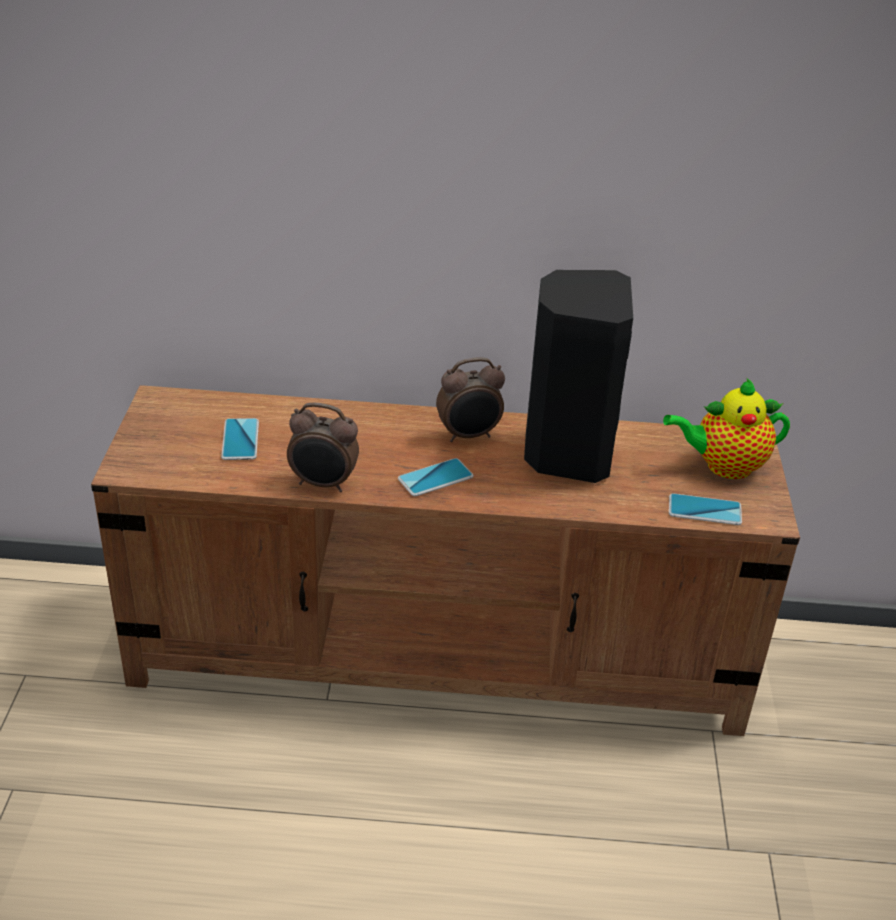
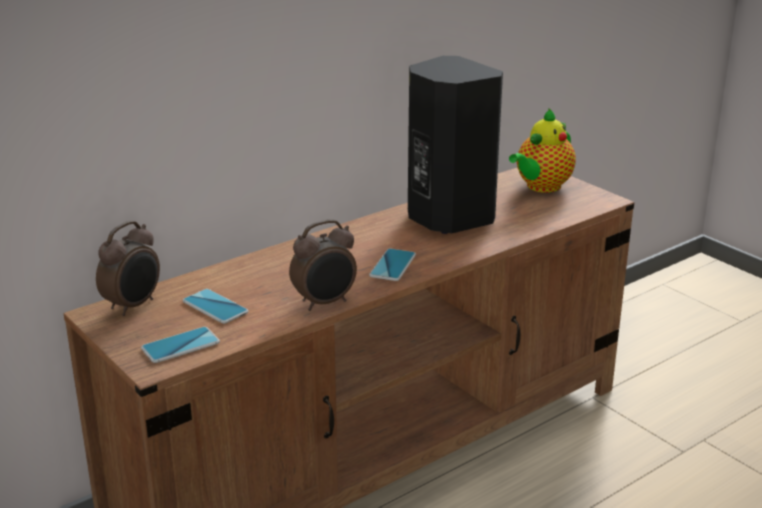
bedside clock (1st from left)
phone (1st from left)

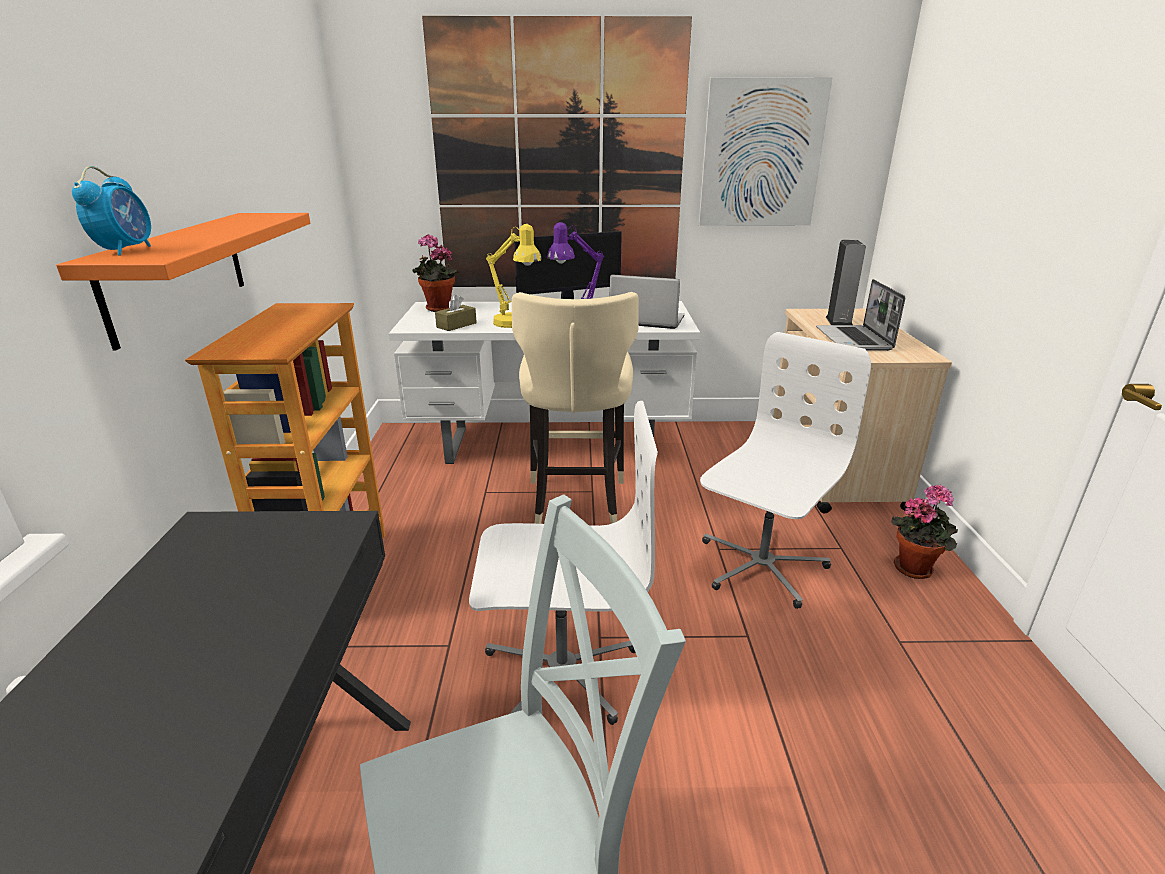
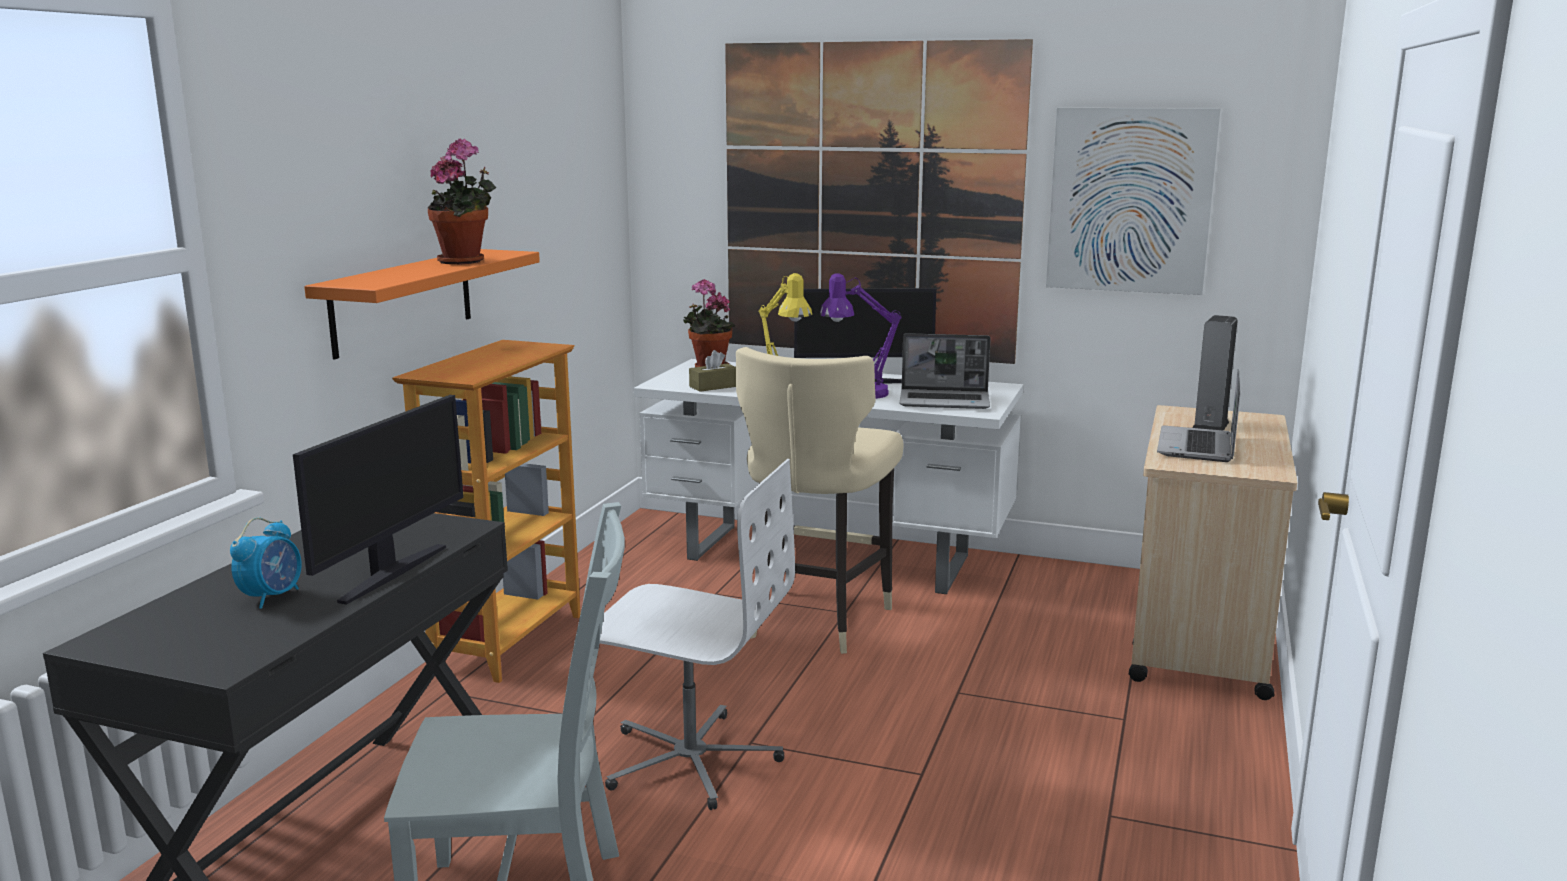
bedside clock
portable computer (1st from left)
office chair (white-coloured) (2nd from left in the first image)
potted plant (1st from left)
computer screen (1st from left)

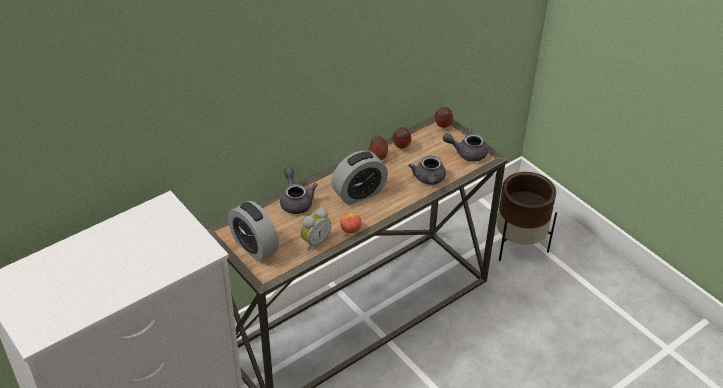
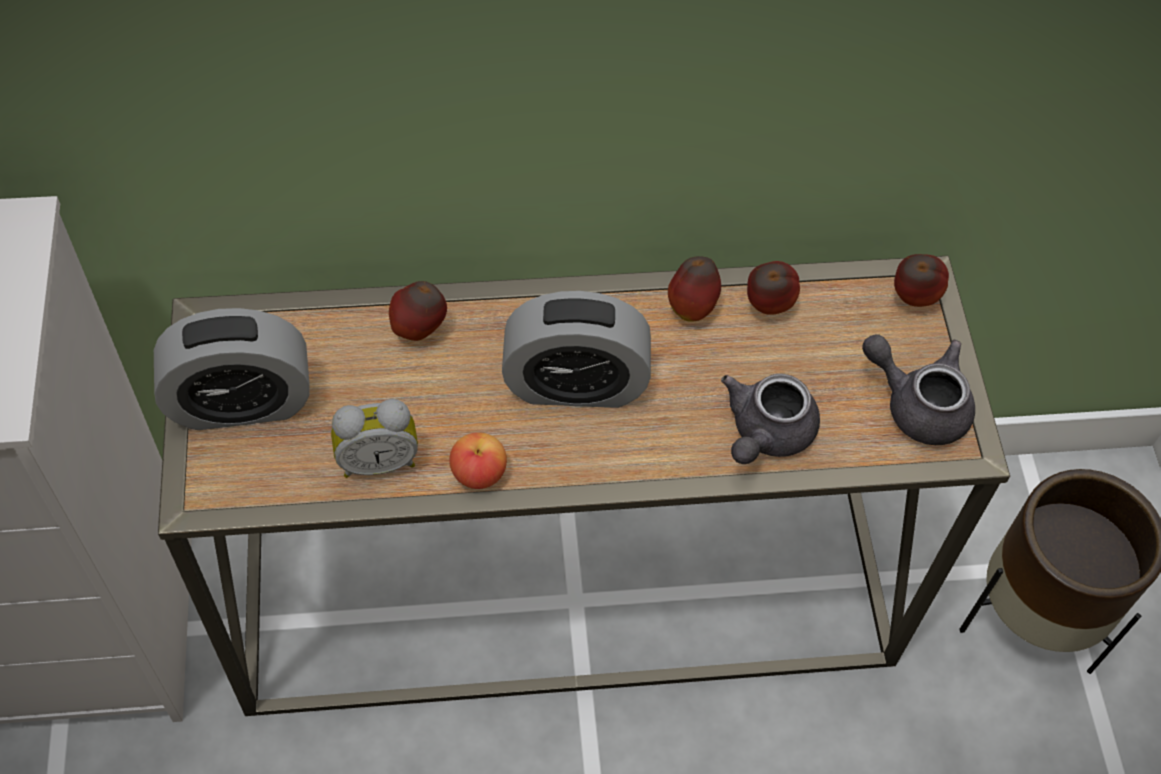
bedside clock (1st from left)
whole apple (1st from left)

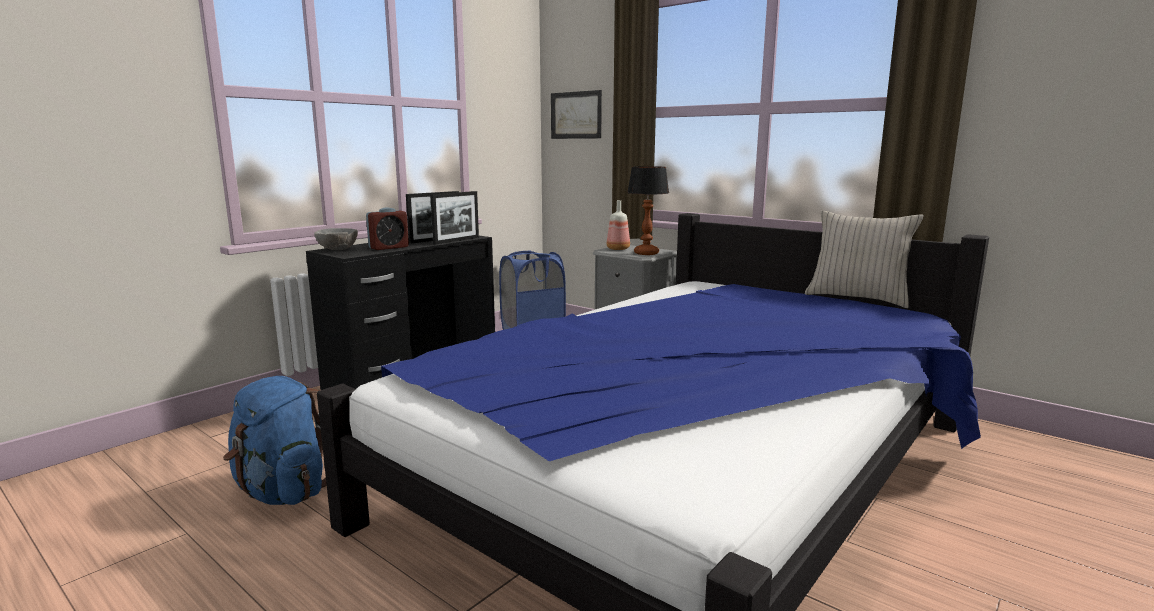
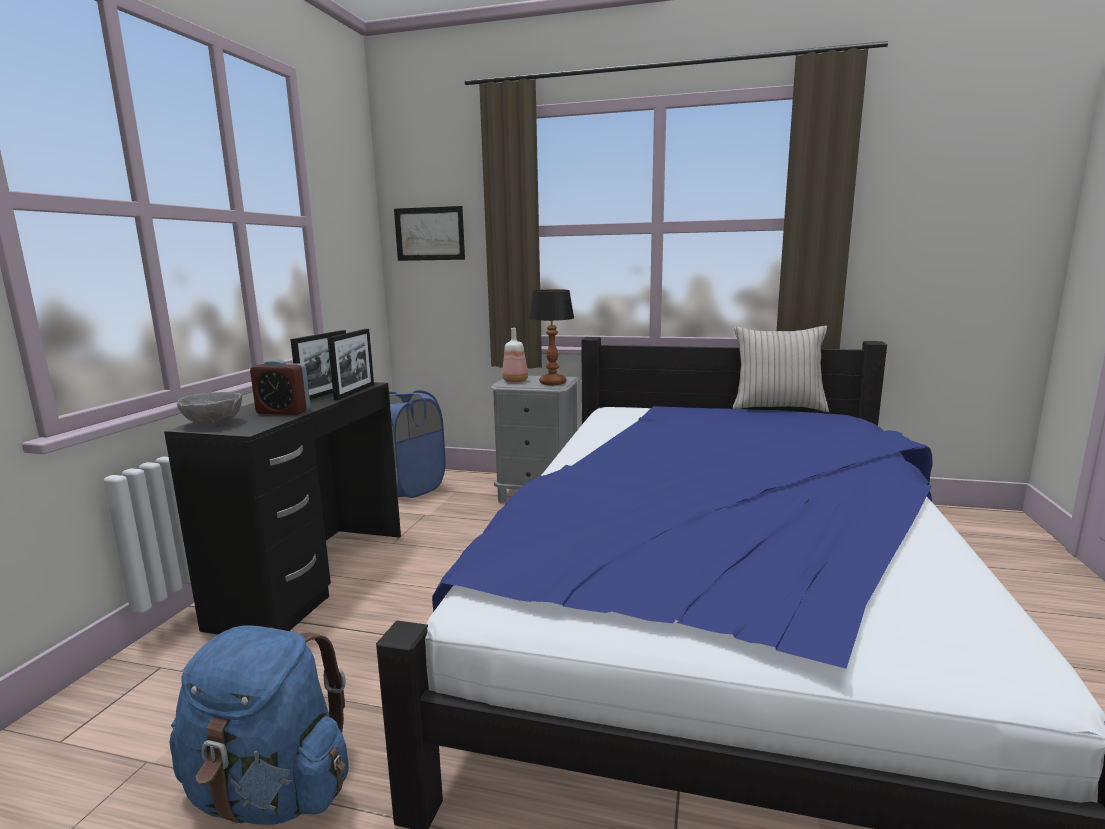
bedside clock

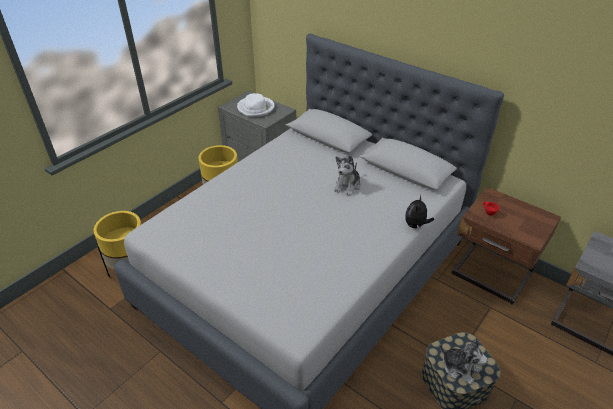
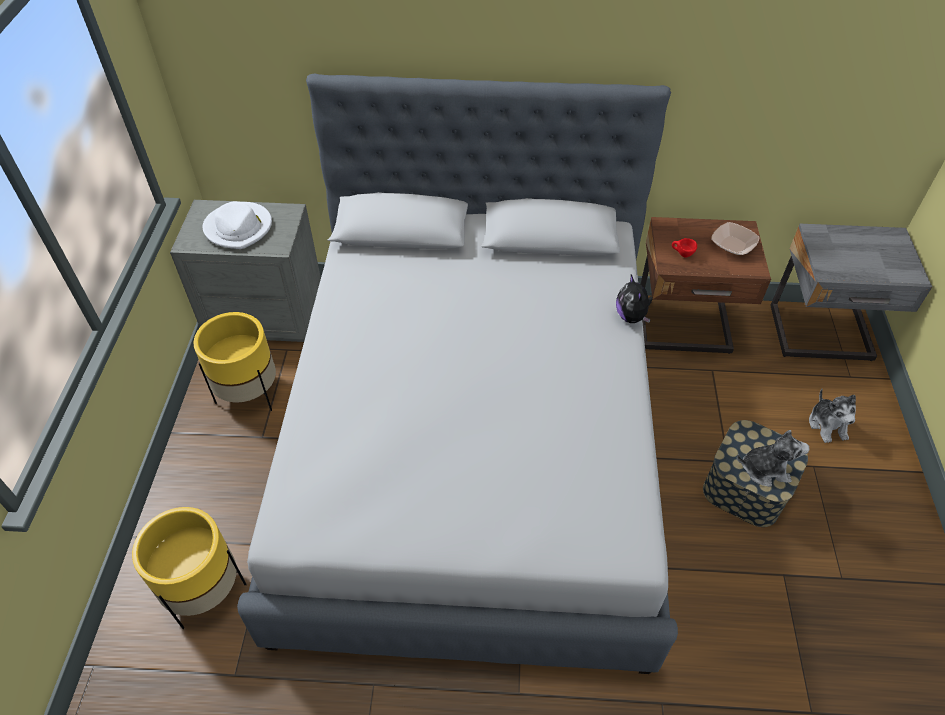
cuddly toy (3rd from left)
serving bowl

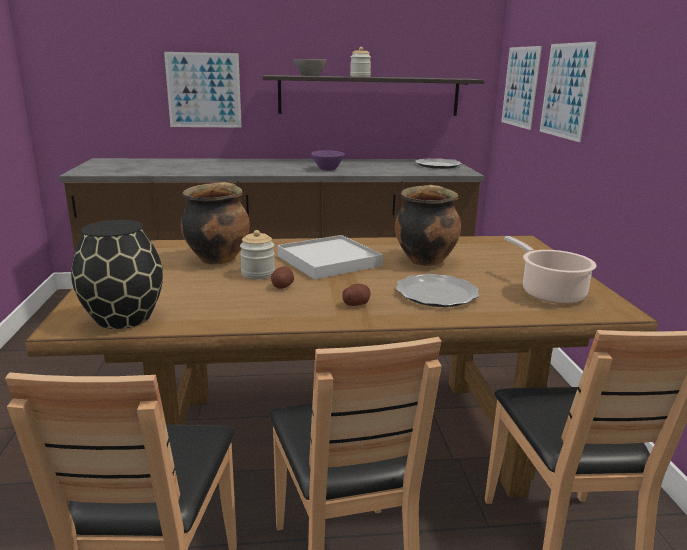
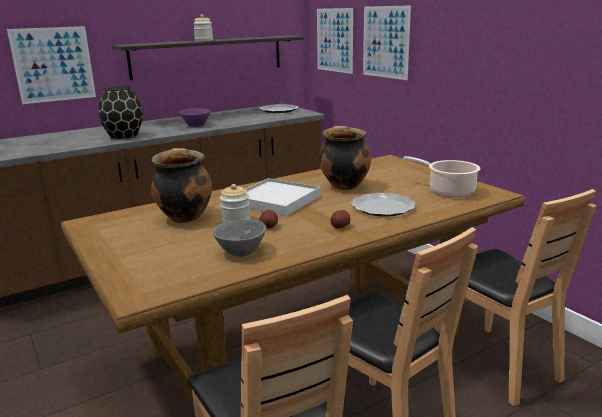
flower vase (black)
serving bowl (greyish)

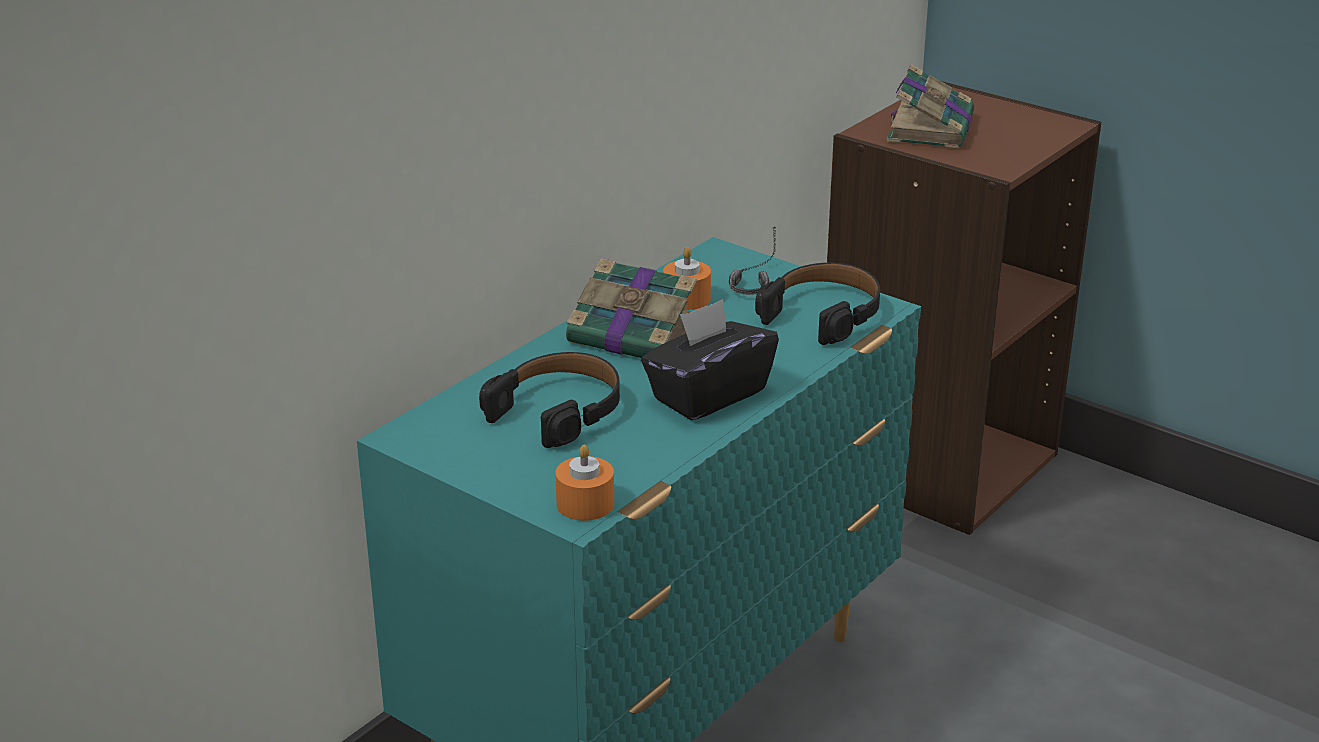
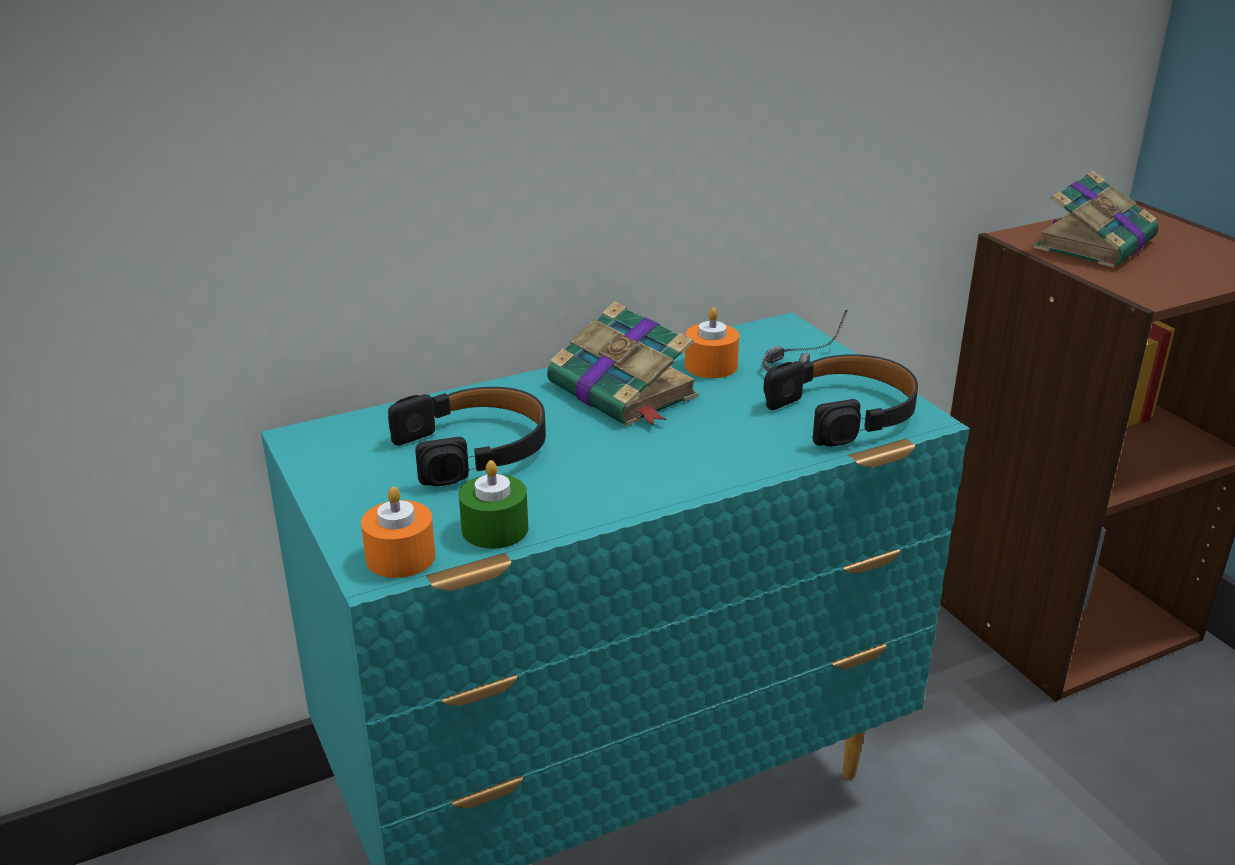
tissue box (black)
candle (greenish)

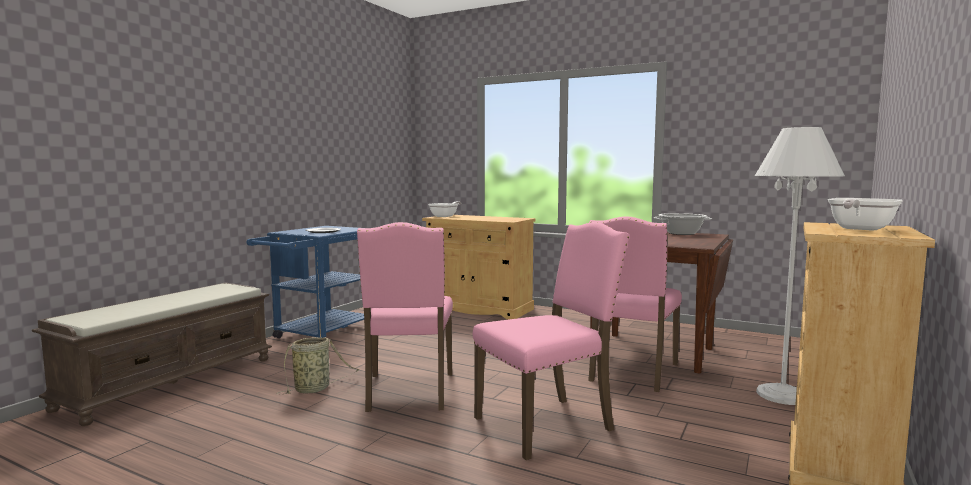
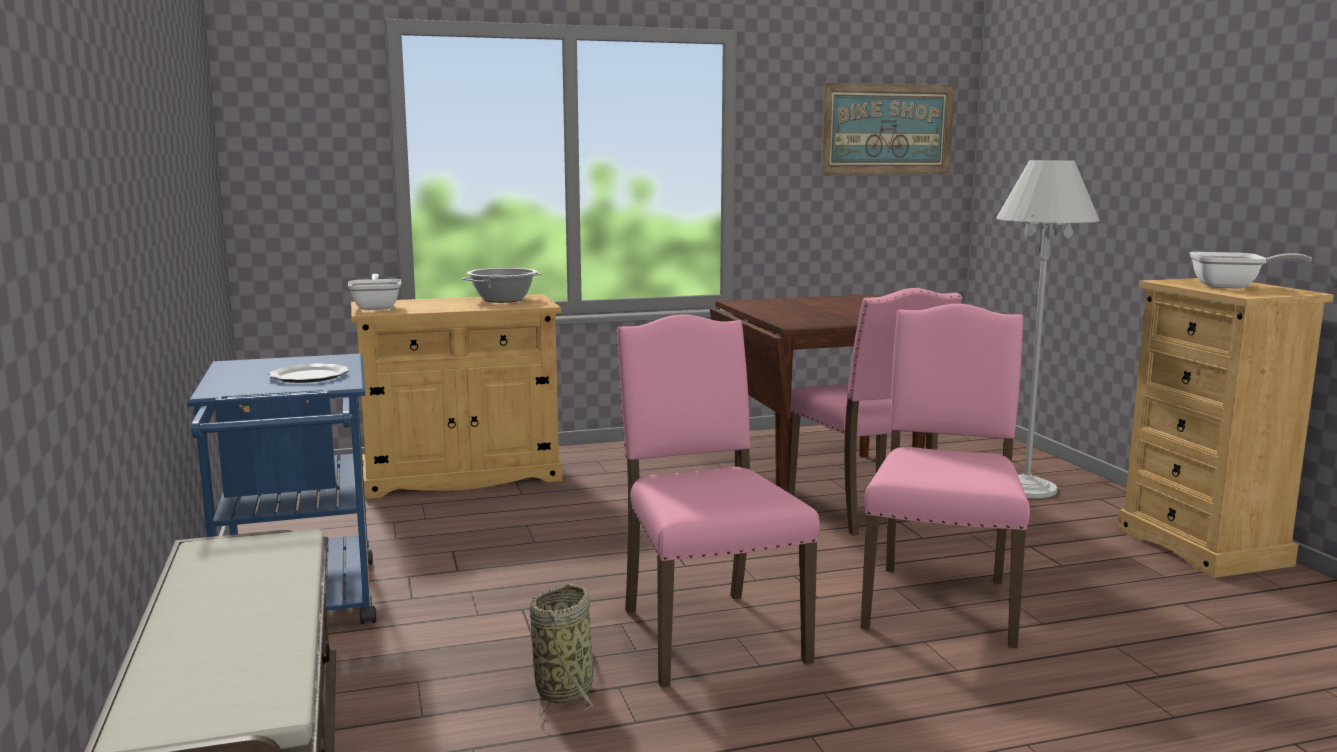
plain chair (pink-coloured) (1st from left)
saucepot
frying pan (2nd from left)
picture

